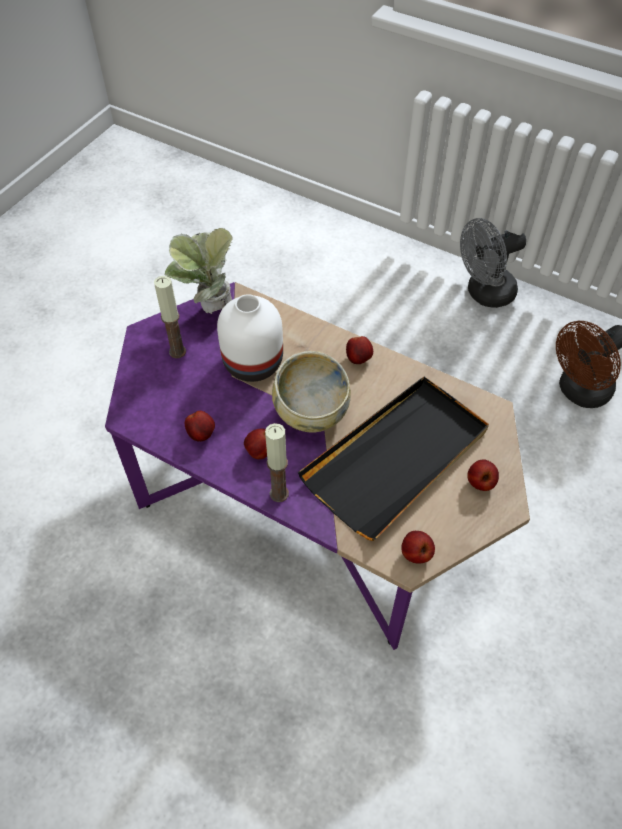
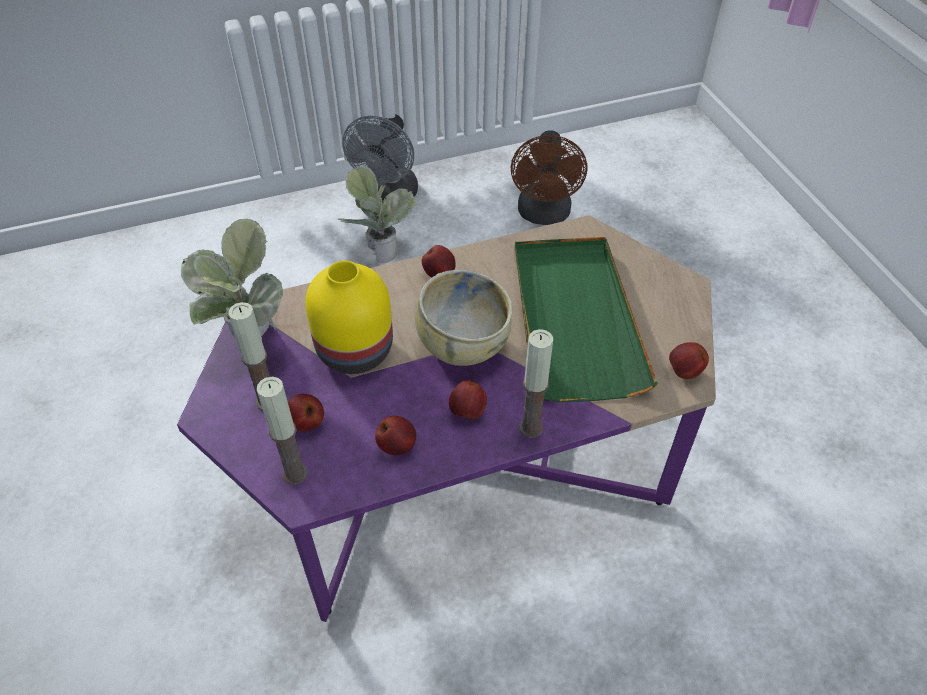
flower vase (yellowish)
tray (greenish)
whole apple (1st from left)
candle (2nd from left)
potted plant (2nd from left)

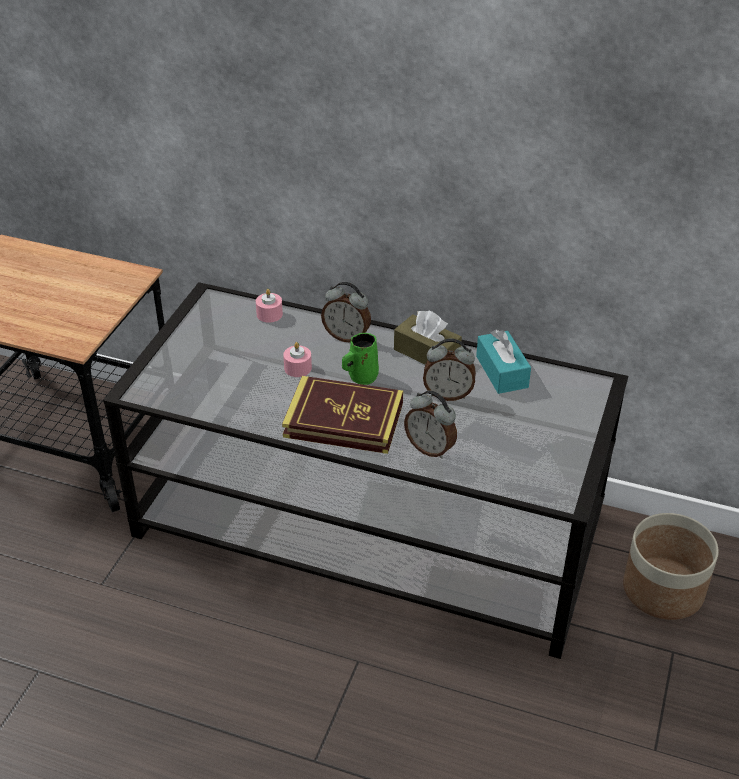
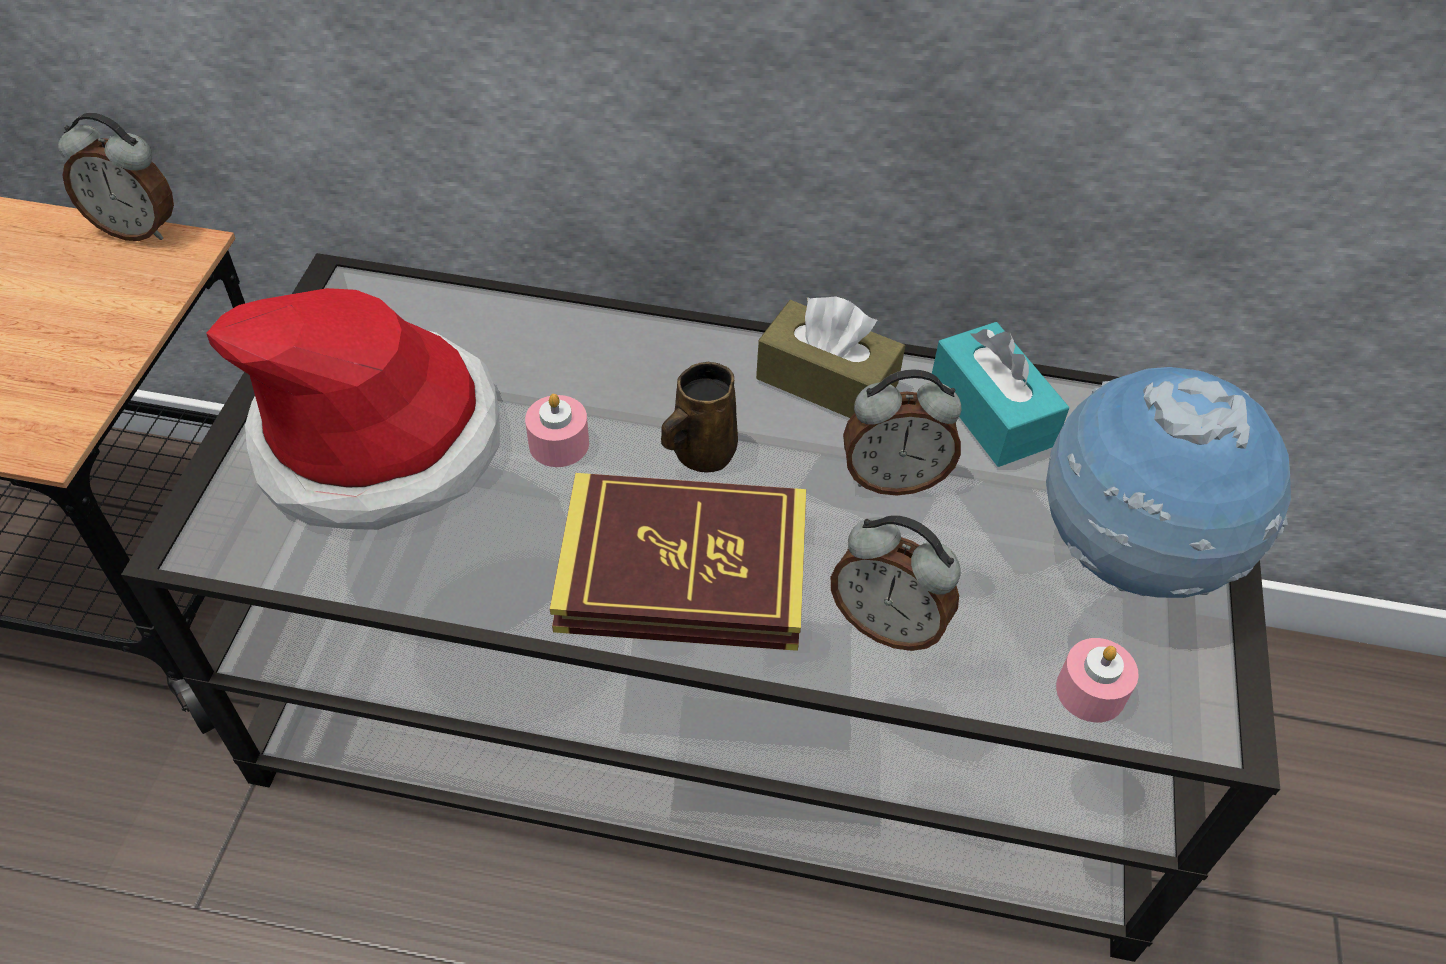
candle (pink-coloured) (2nd from left)
bedside clock (1st from left)
coffee mug (brownish)
planter
hat
globe

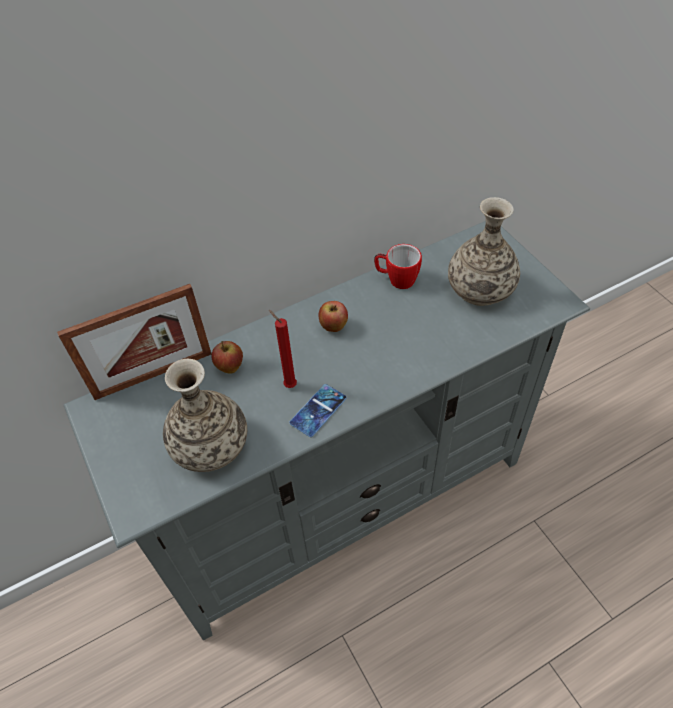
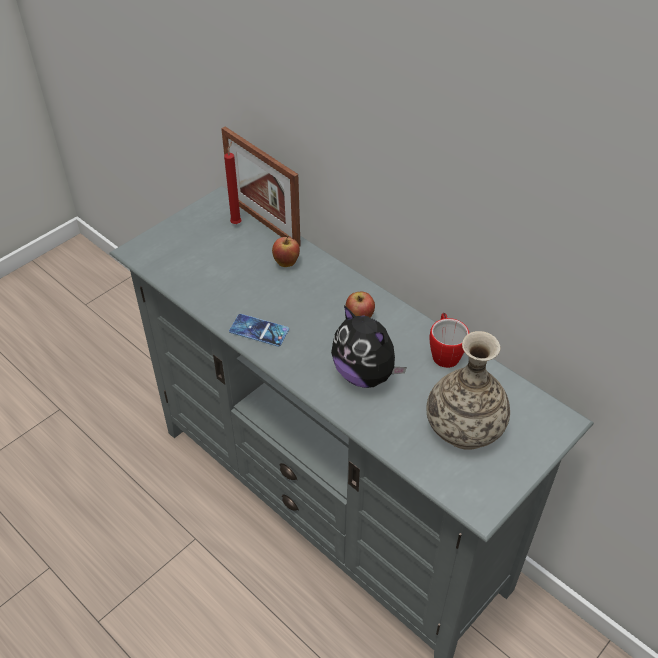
flower vase (1st from left in the first image)
candle (reddish)
cuddly toy

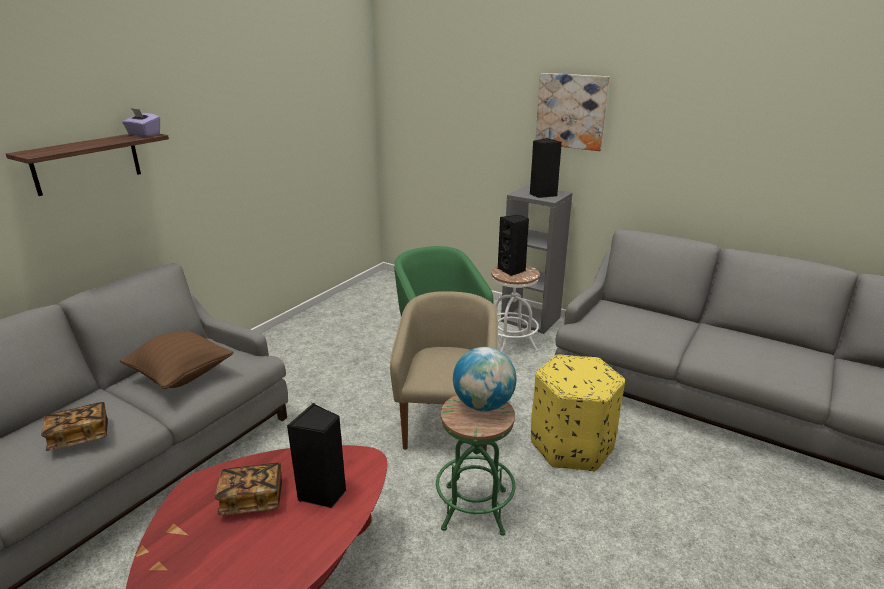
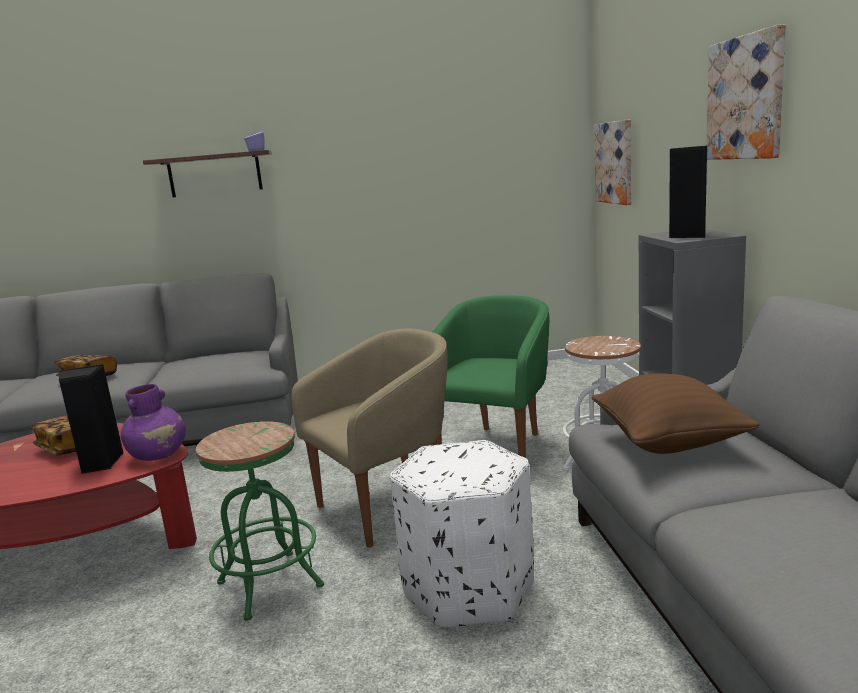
pillow (brownish)
globe
speaker (black) (2nd from left in the first image)
pouffe (white-coloured)
flower vase (purplish)
picture (1st from left)

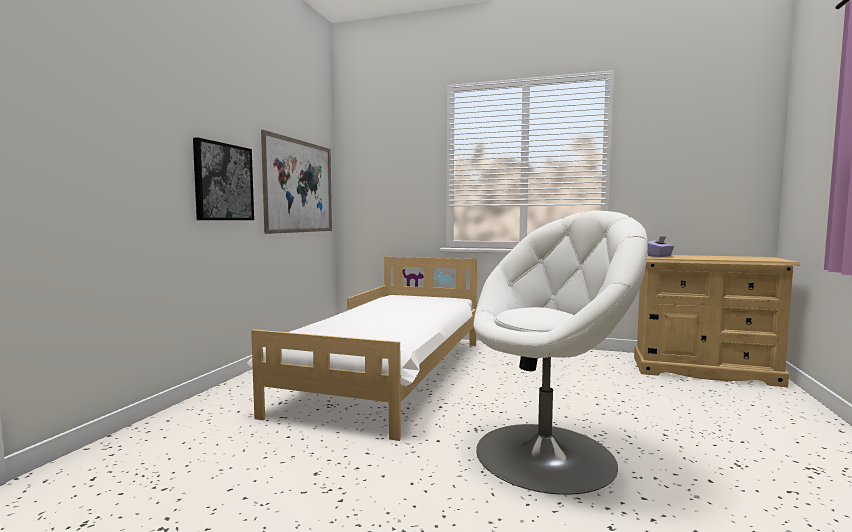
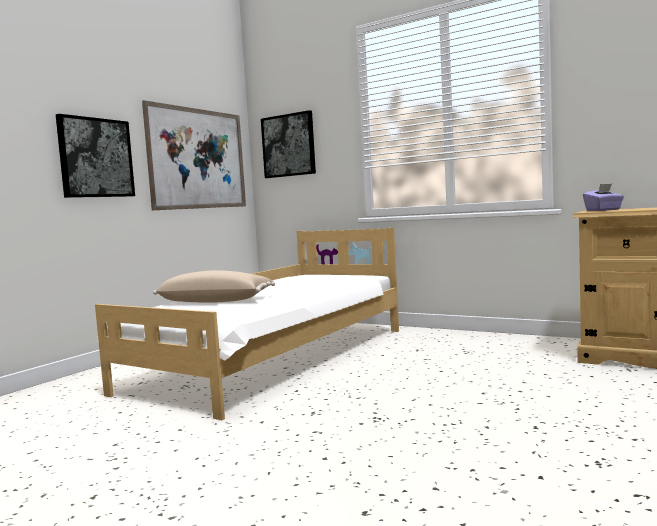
lounge chair (white-coloured)
pillow (sand-coloured)
picture (3rd from left)

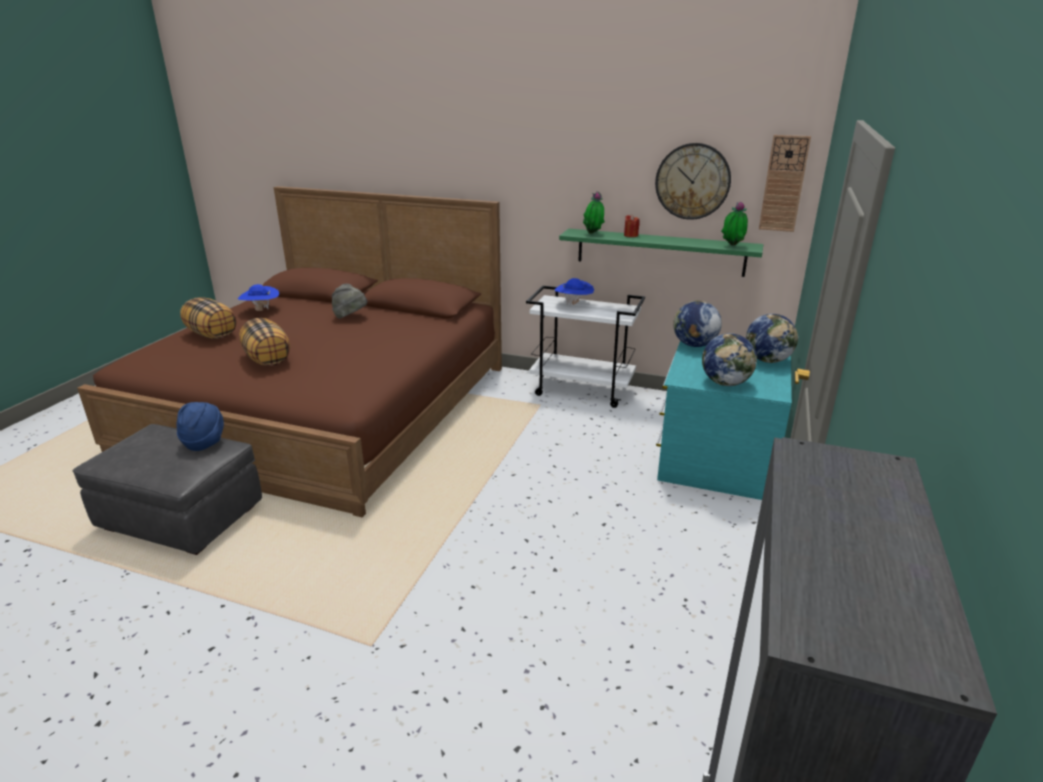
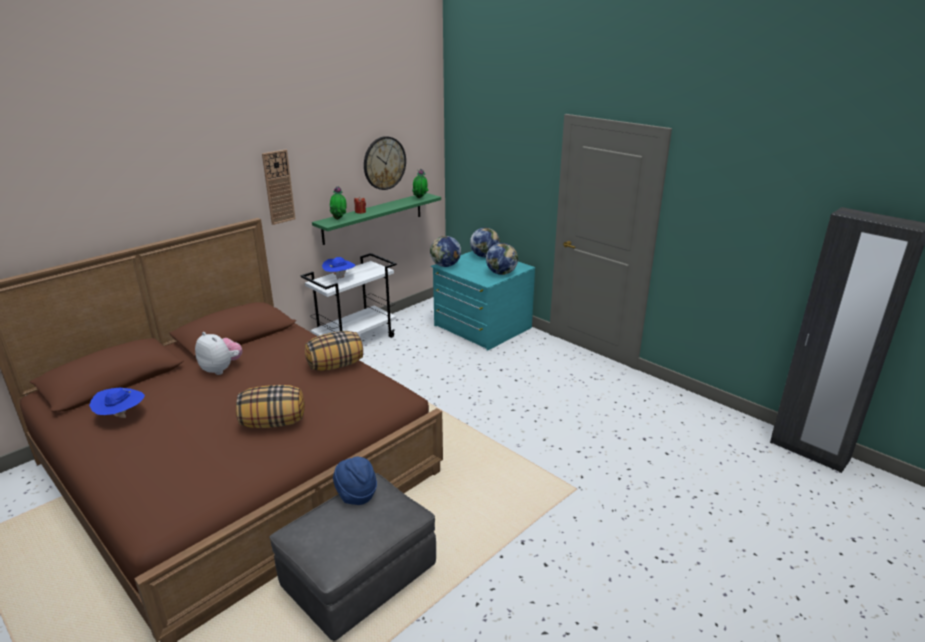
pillow (2nd from left)
cuddly toy
clock on the wall (1st from left)

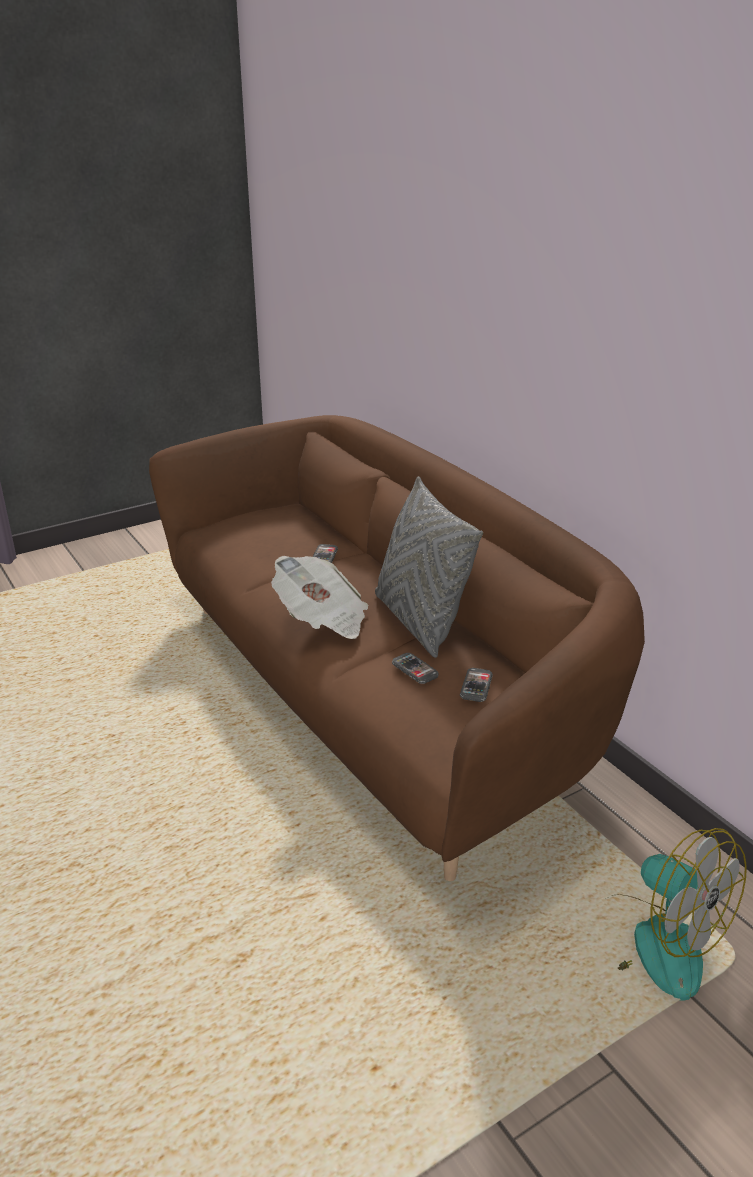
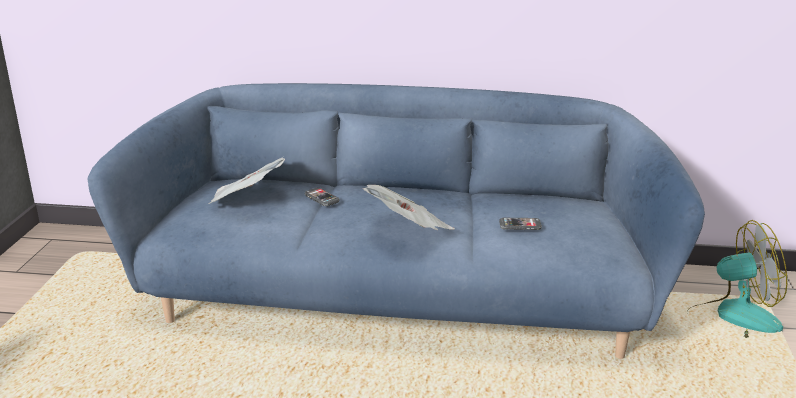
couch (blue-coloured)
pillow (greyish)
phone (3rd from left in the first image)
printed paper (1st from left)

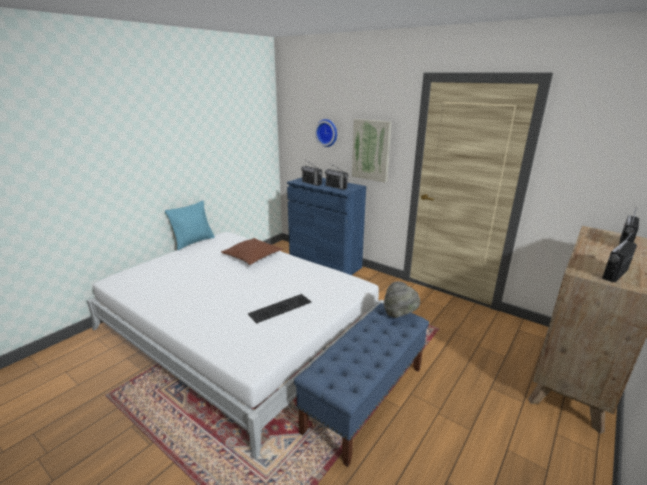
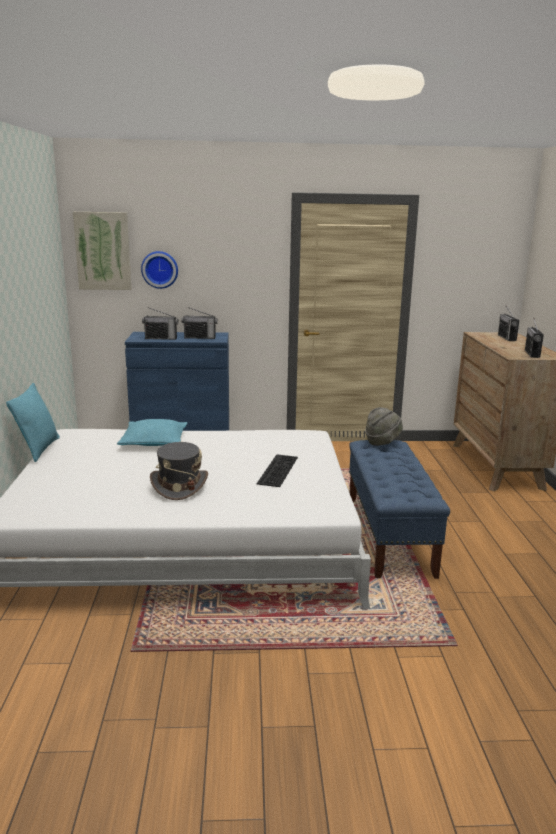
pillow (turquoise-coloured) (2nd from left)
picture
hat (greyish) (1st from left)

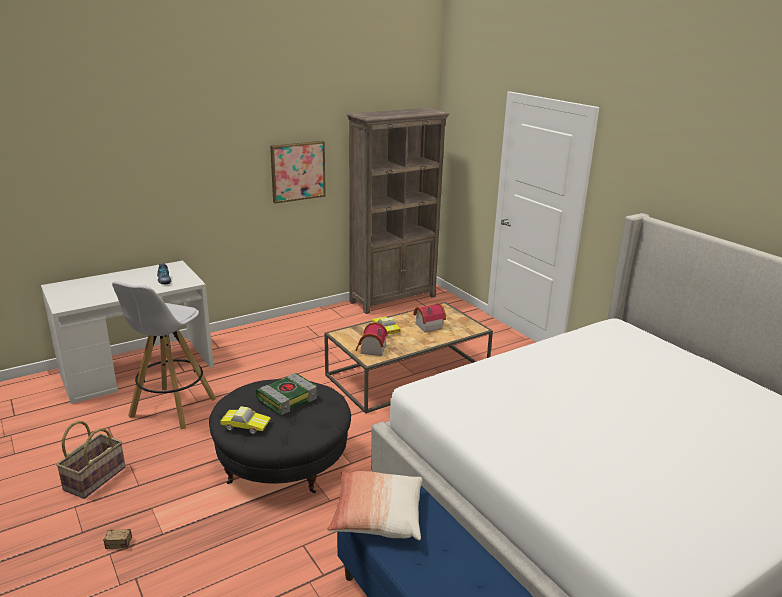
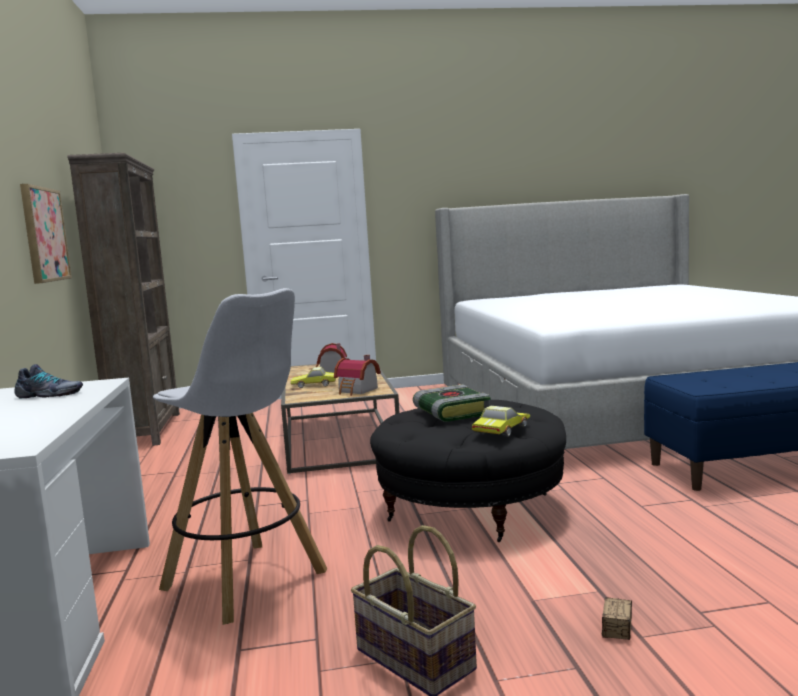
pillow

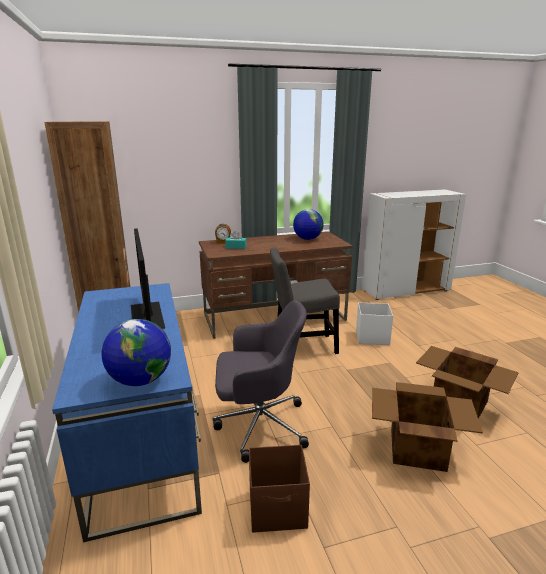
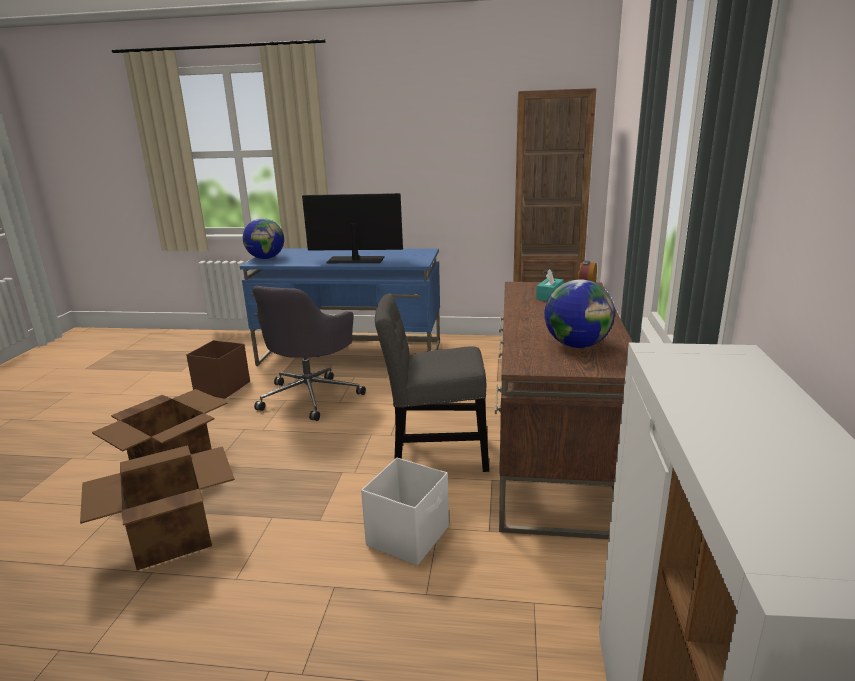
plain chair (greyish)

